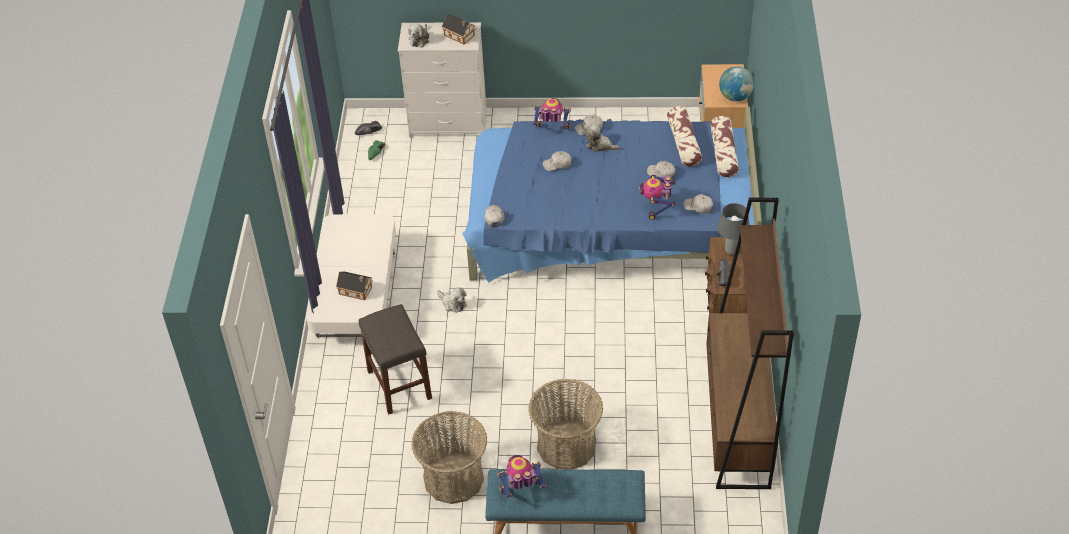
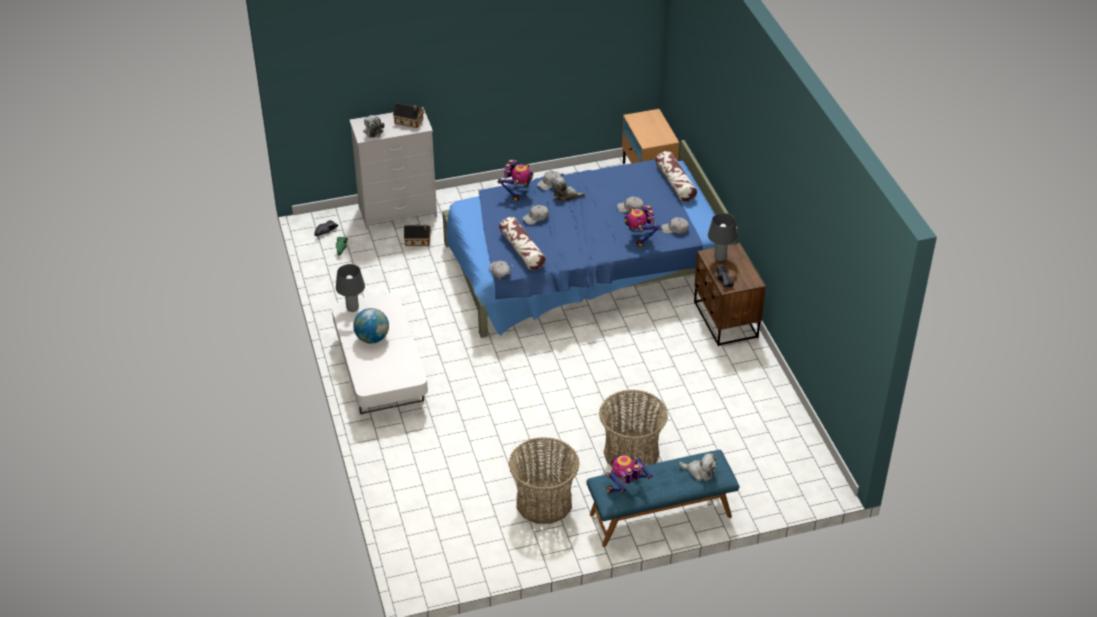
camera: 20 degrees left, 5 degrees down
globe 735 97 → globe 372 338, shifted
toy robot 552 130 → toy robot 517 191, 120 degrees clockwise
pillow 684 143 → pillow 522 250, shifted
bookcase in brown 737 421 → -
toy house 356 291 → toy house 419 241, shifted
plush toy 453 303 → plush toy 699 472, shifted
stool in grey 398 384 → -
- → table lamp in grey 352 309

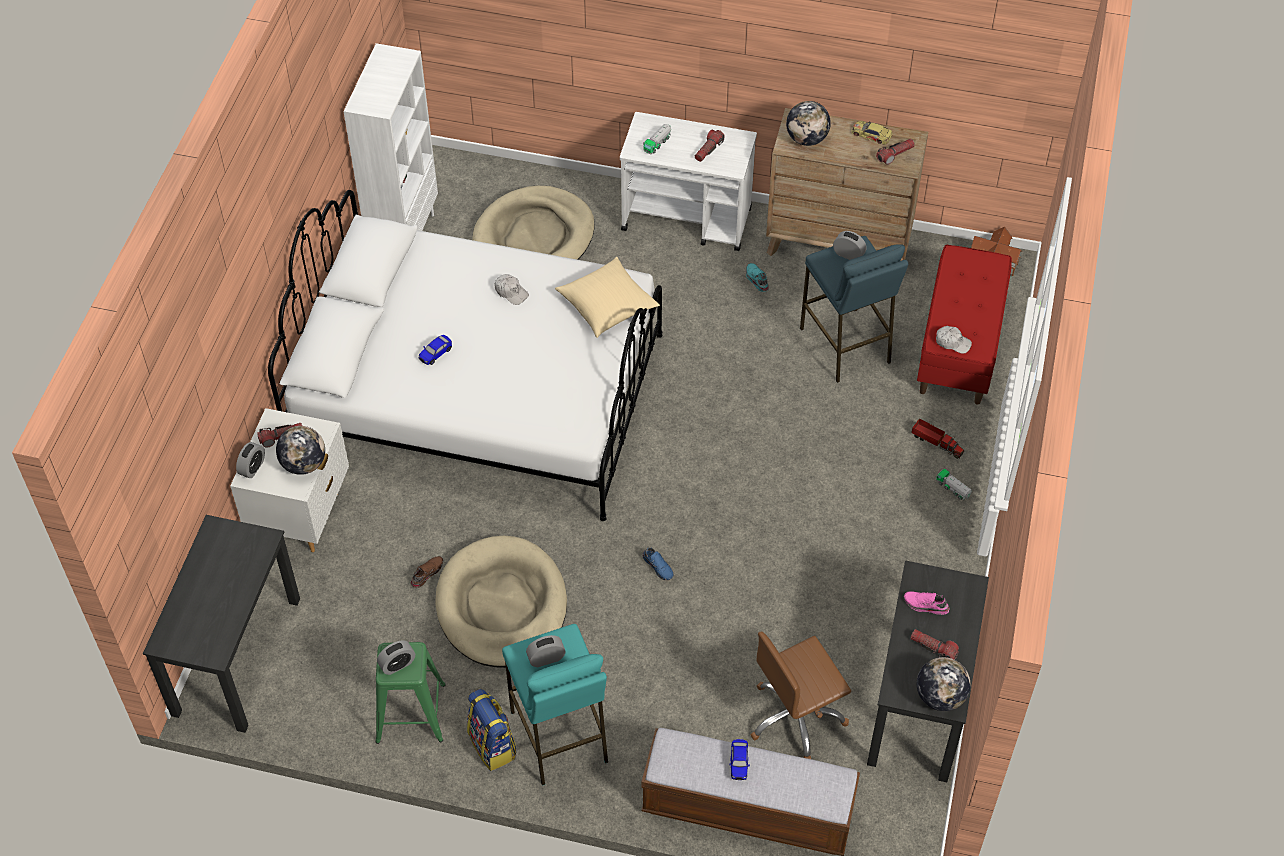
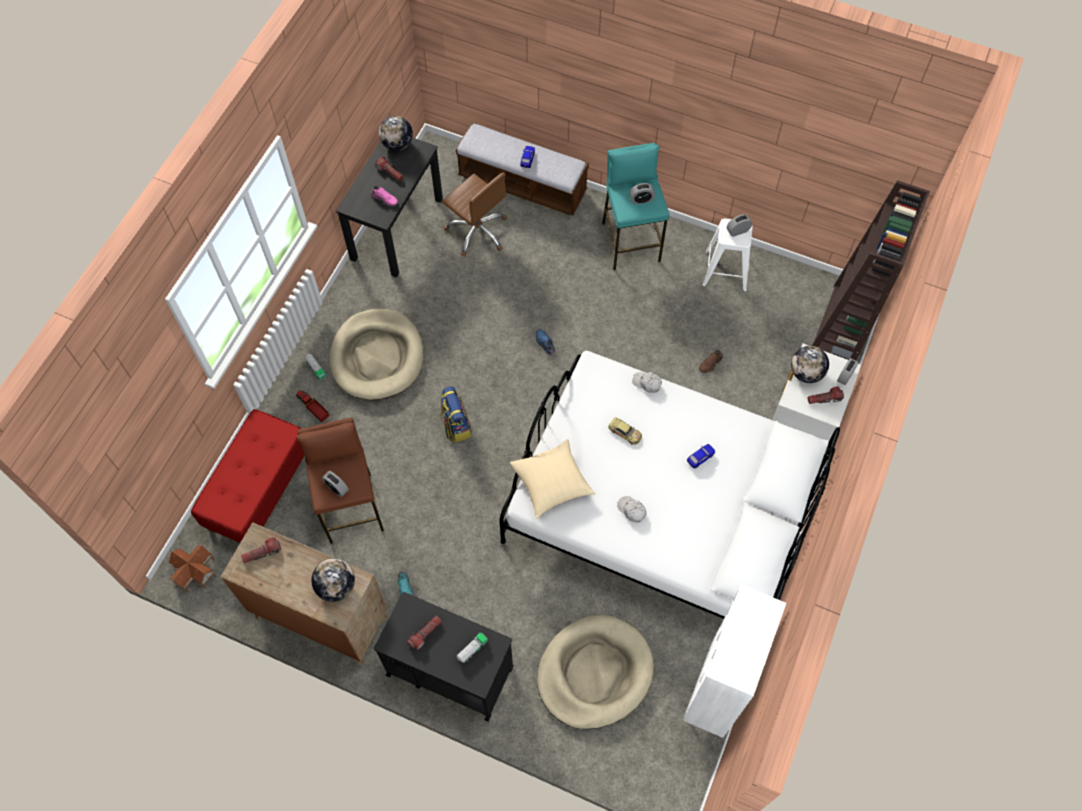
camera: 170 degrees left, 10 degrees up
cart in white 687 219 → cart in black 449 670
toy car 871 134 → toy car 625 432, shifted
stool in blue 845 346 → stool in brown 352 507
cap in white 952 342 → cap in white 647 383, shifted
desk in black 236 655 → bookcase in brown 844 325
dog bed in beige 502 606 → dog bed in beige 377 357, shifted
office chair in brown 796 718 → office chair in brown 477 231, 60 degrees clockwise
stool in green 411 712 → stool in white 725 271
backpack 493 745 → backpack 455 425, shifted

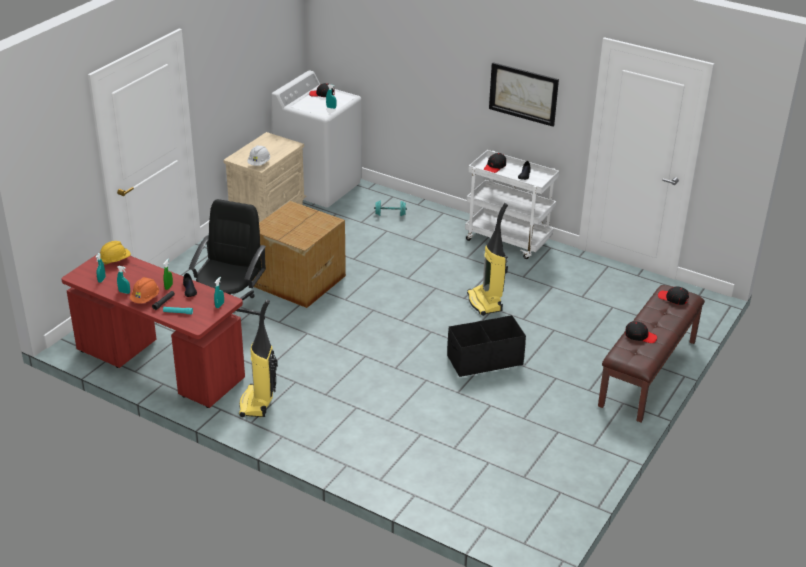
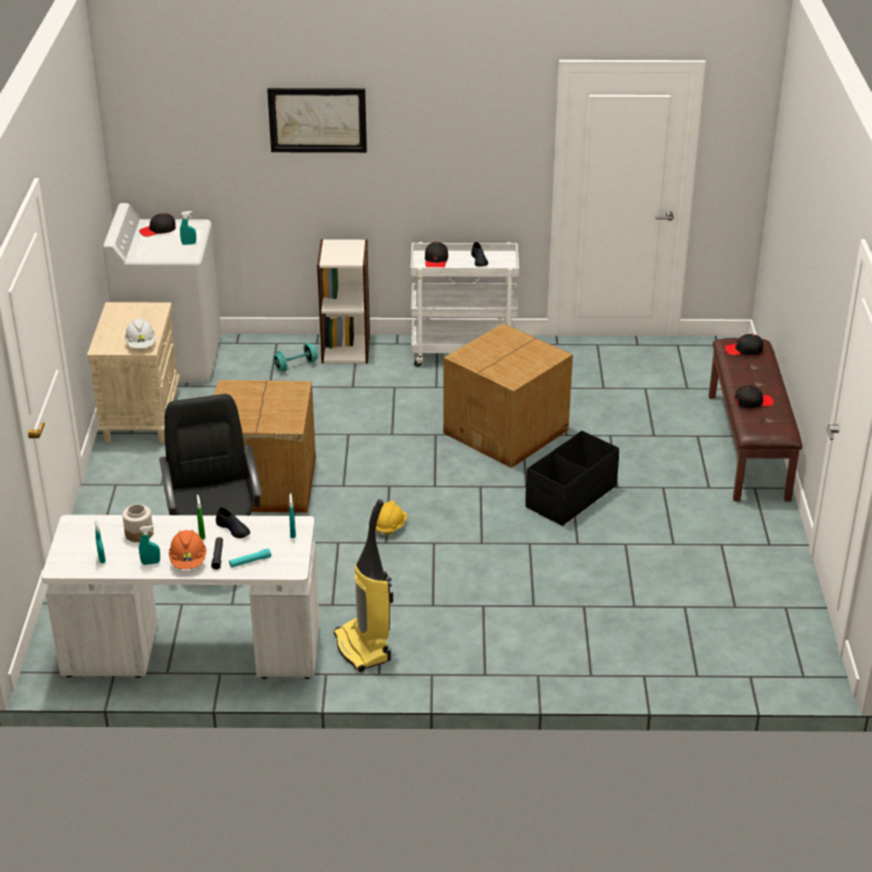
camera: 30 degrees left, 0 degrees up
picture 523 93 → picture 317 119, shifted
vacuum cleaner 485 302 → cardboard box 508 431
hard hat in yellow 115 260 → hard hat in yellow 389 527, shifted
desk in red 160 365 → desk in white 192 652
- → bookcase 346 349
- → jar 139 533

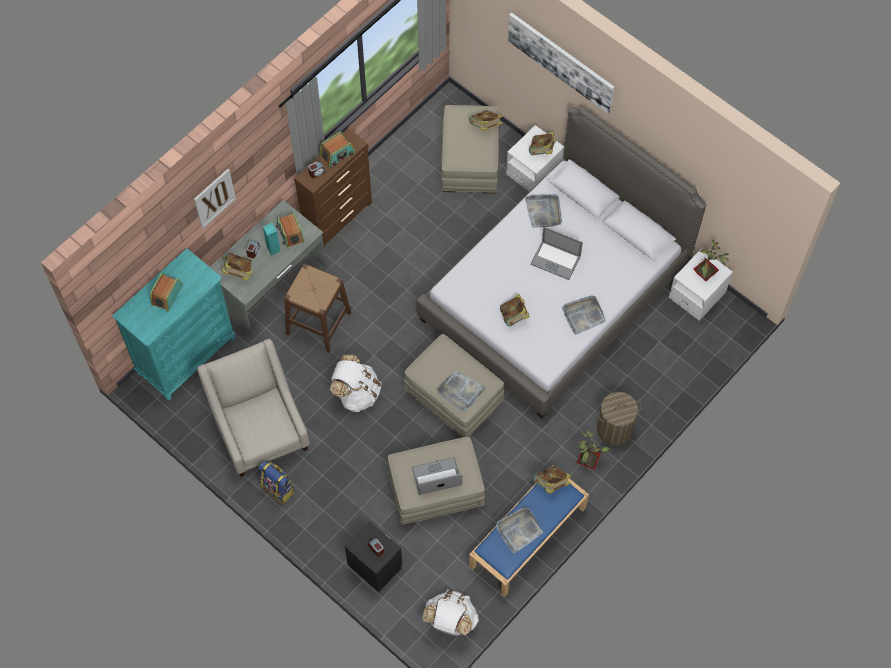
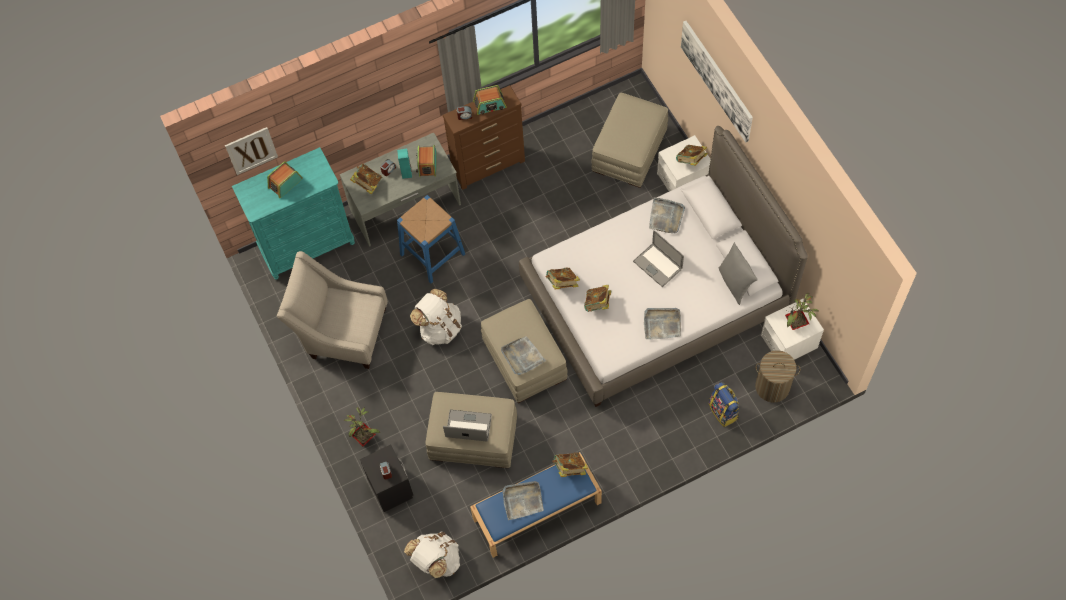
camera: 25 degrees right, 0 degrees up
book 485 126 → book 562 283, shifted
picture 214 198 → picture 251 150, shifted
stool in brown 318 323 → stool in blue 432 254
armchair in beige 260 430 → armchair in beige 342 332, 75 degrees counterclockwise
laundry basket 614 429 → laundry basket 772 386, shifted
potted plant 588 461 → potted plant 365 437, shifted
backpack 278 488 → backpack 723 411, shifted
- → pillow in grey 735 283

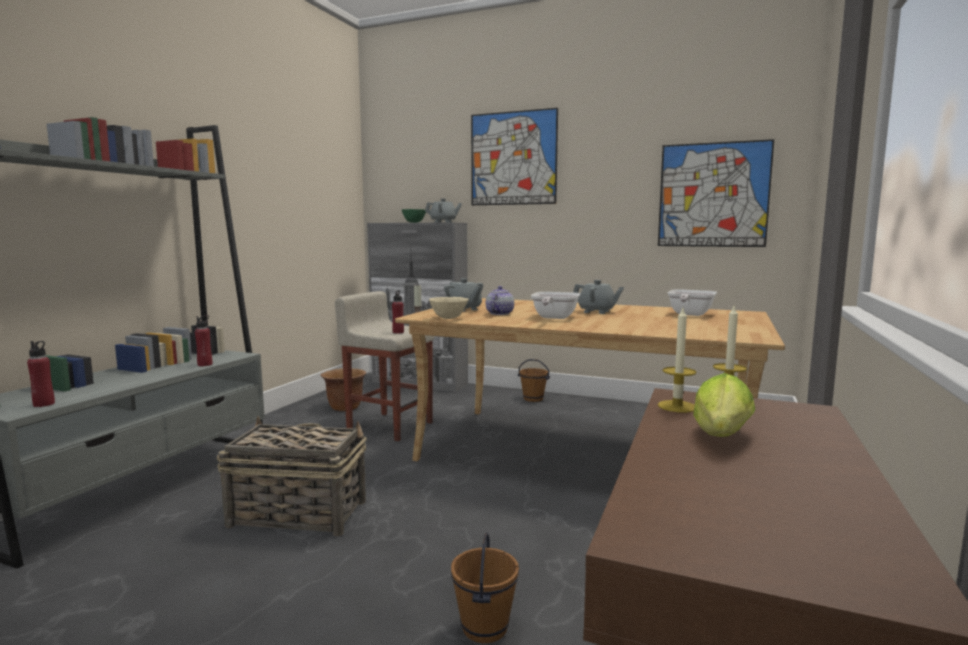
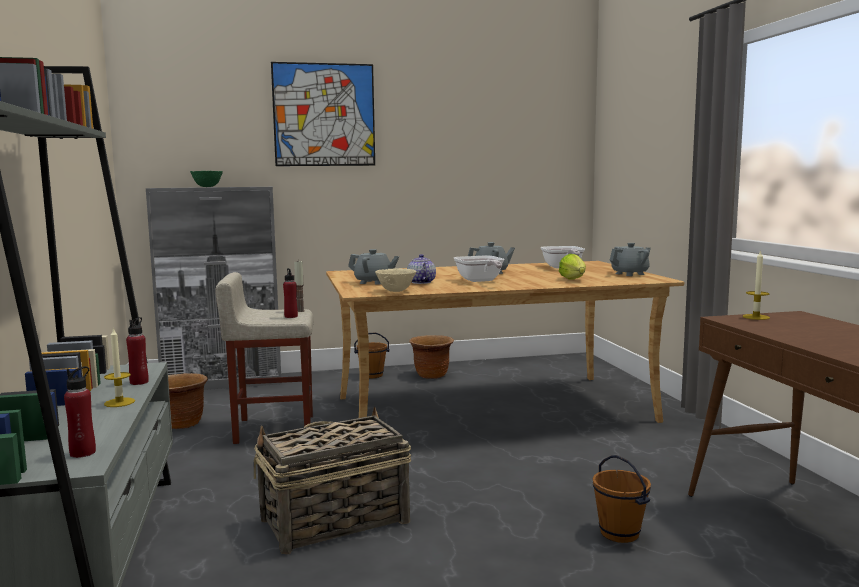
camera: 35 degrees left, 0 degrees up
picture 713 195 → -
teapot in grey 443 222 → teapot in grey 630 274, shifted
candle 677 406 → candle 119 402, shifted
lettuce 721 438 → lettuce 574 280, shifted
- → planter in brown 432 375

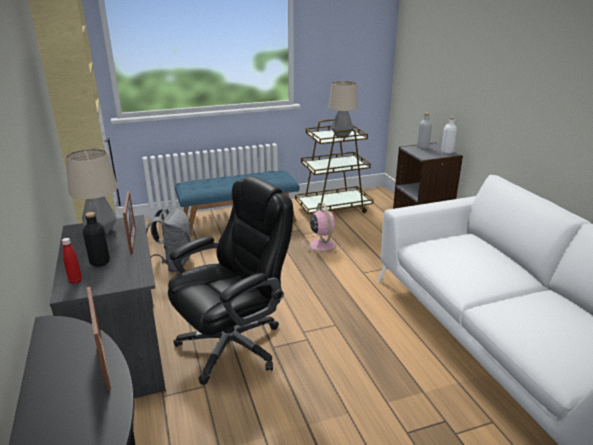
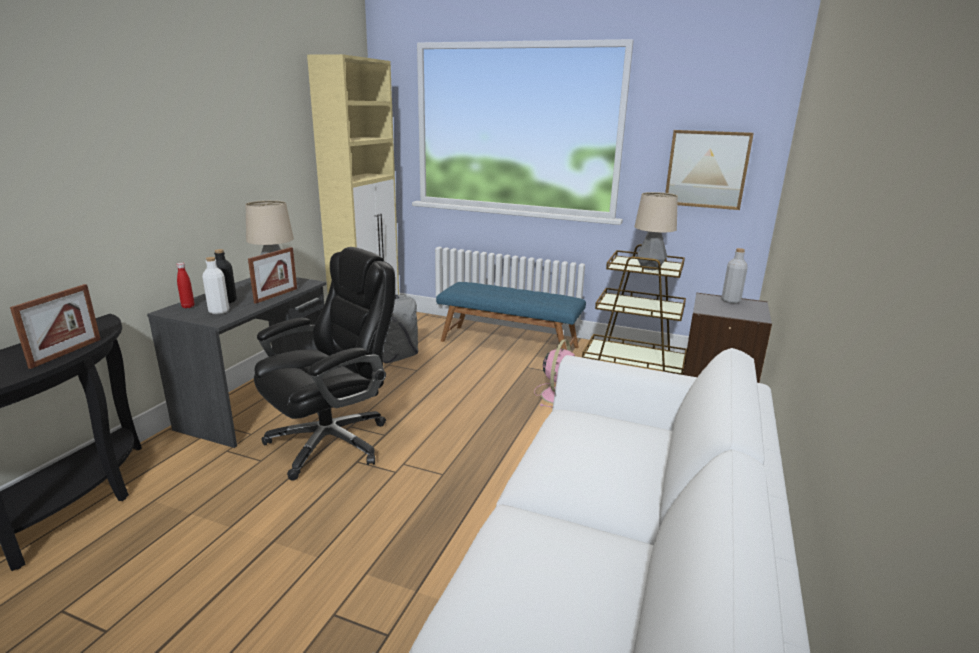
camera: 40 degrees right, 5 degrees down
bottle in white 447 152 → bottle in white 219 311, shifted
office chair in black 233 345 → office chair in black 332 442, 45 degrees counterclockwise
- → picture 706 169

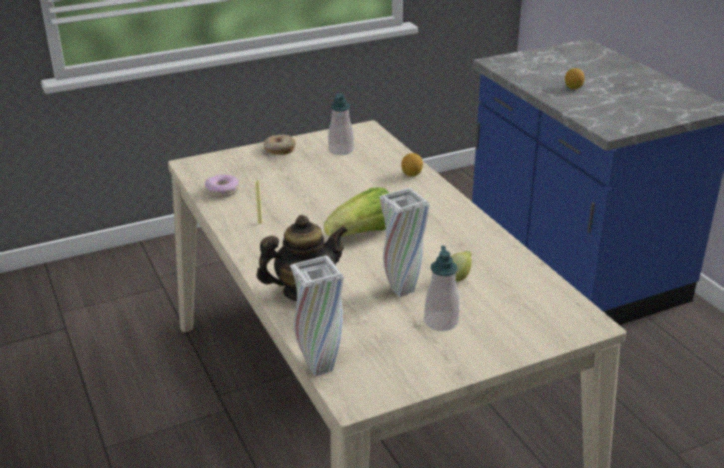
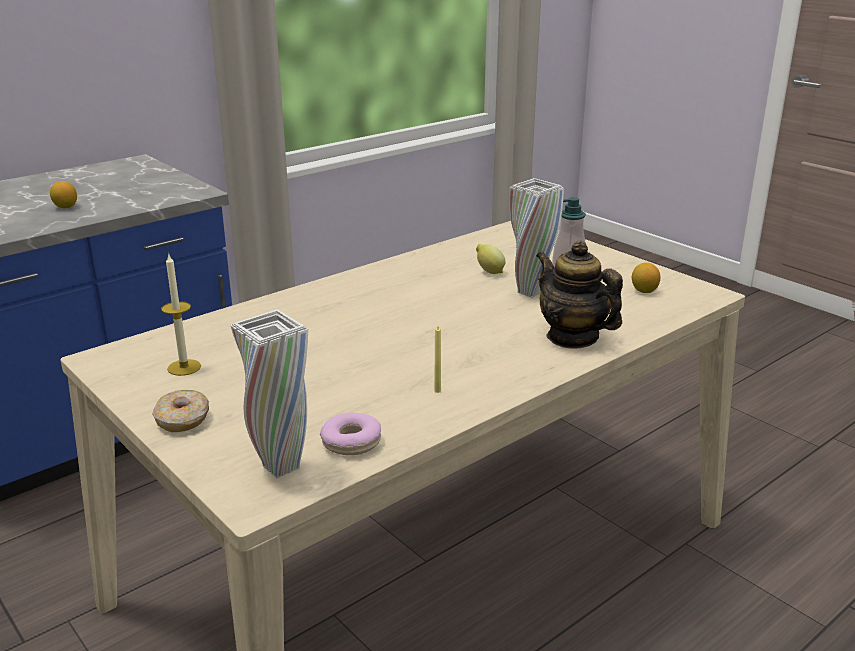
camera: 105 degrees left, 5 degrees down
soap dispenser 341 150 → candle 184 367
lemon 411 174 → lemon 644 291, shifted
lettuce 363 234 → -
vase in white 320 368 → vase in white 281 467, shifted

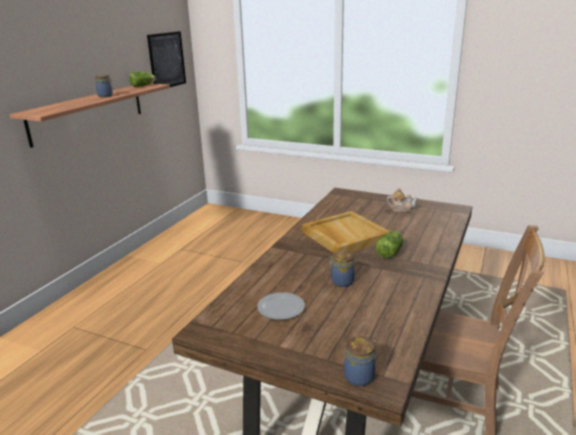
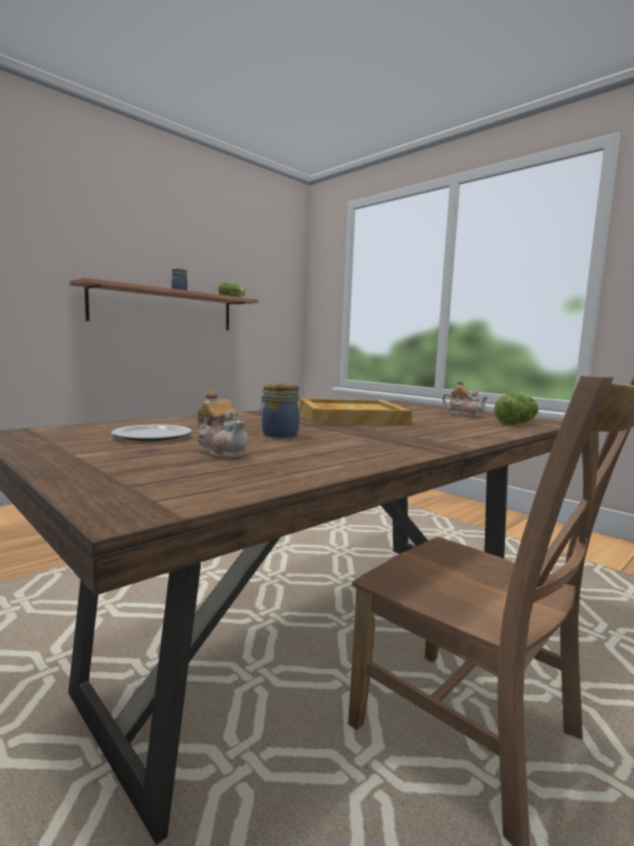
camera: 20 degrees right, 15 degrees down
picture 167 60 → -
lettuce 390 252 → lettuce 517 423, shifted
jar 360 376 → -
- → teapot 222 452

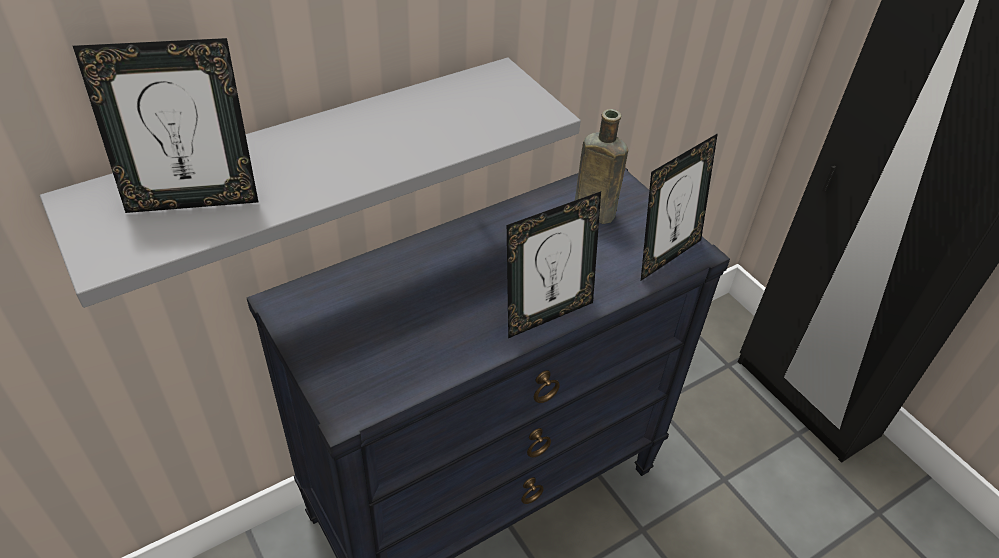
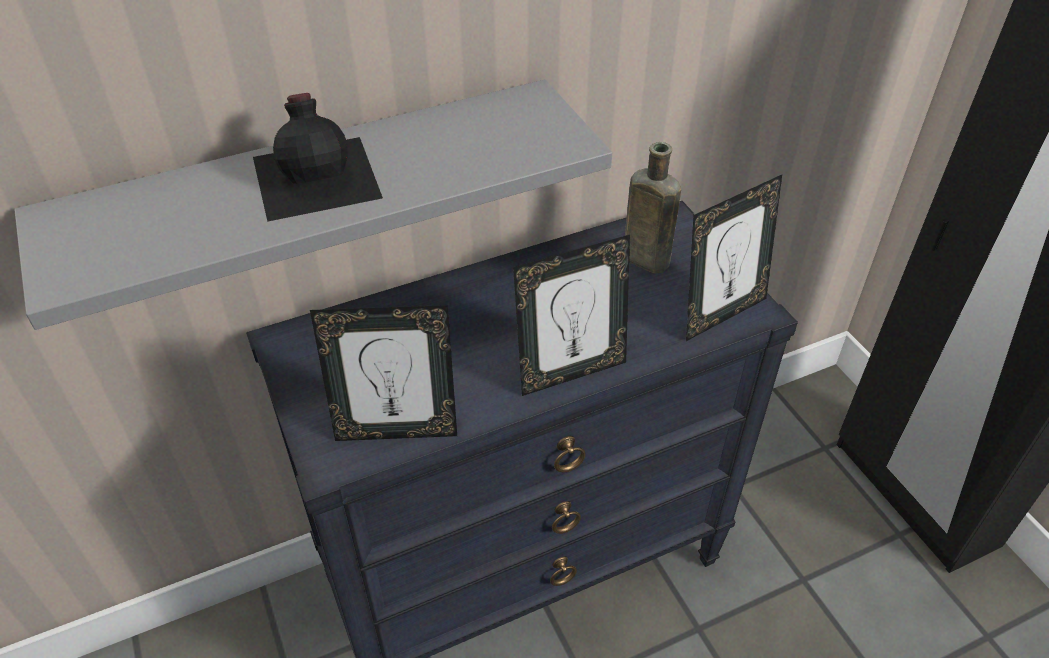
camera: 10 degrees right, 0 degrees up
picture frame 193 200 → picture frame 396 430, shifted
- → bottle in black 317 175

